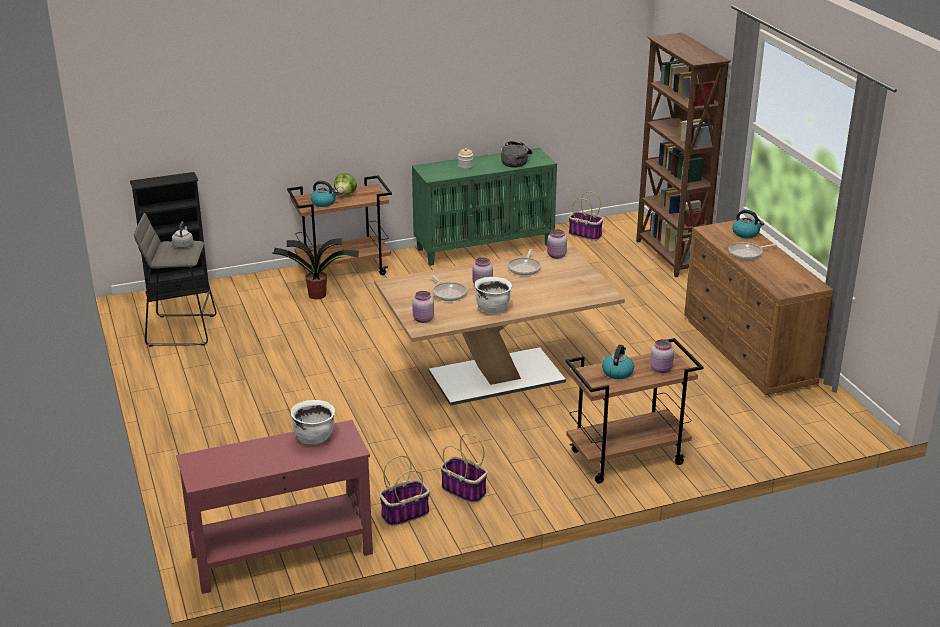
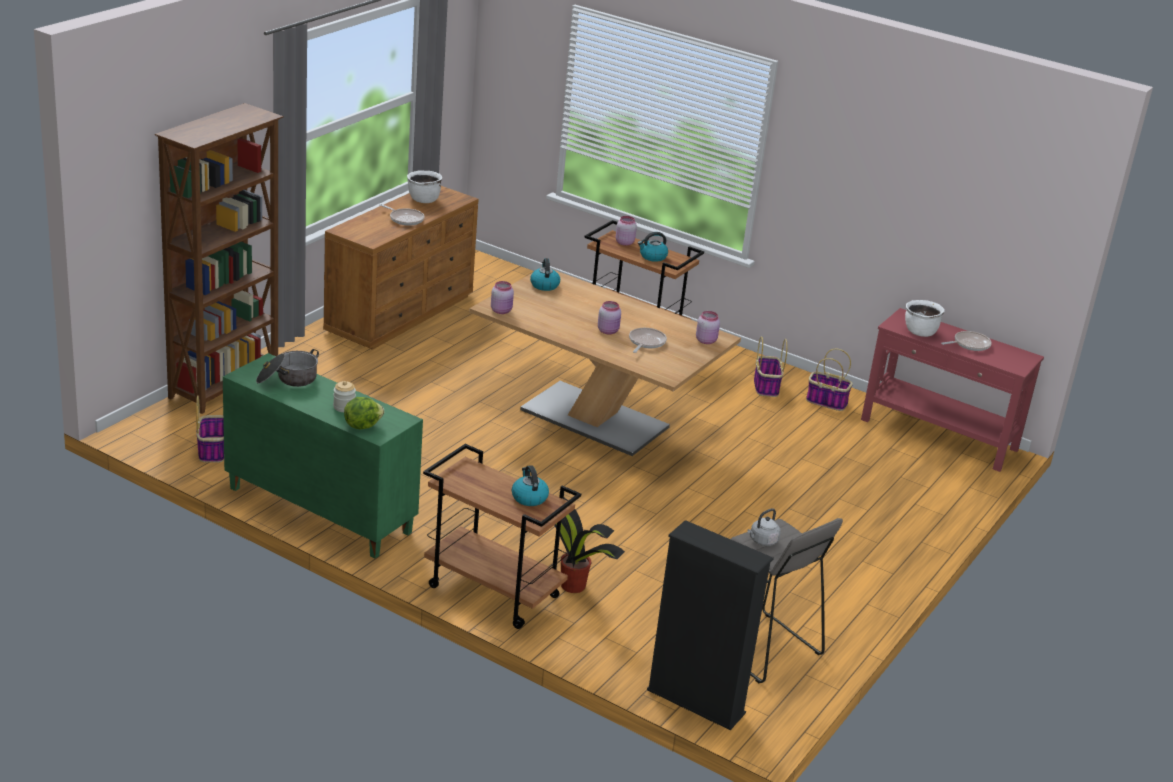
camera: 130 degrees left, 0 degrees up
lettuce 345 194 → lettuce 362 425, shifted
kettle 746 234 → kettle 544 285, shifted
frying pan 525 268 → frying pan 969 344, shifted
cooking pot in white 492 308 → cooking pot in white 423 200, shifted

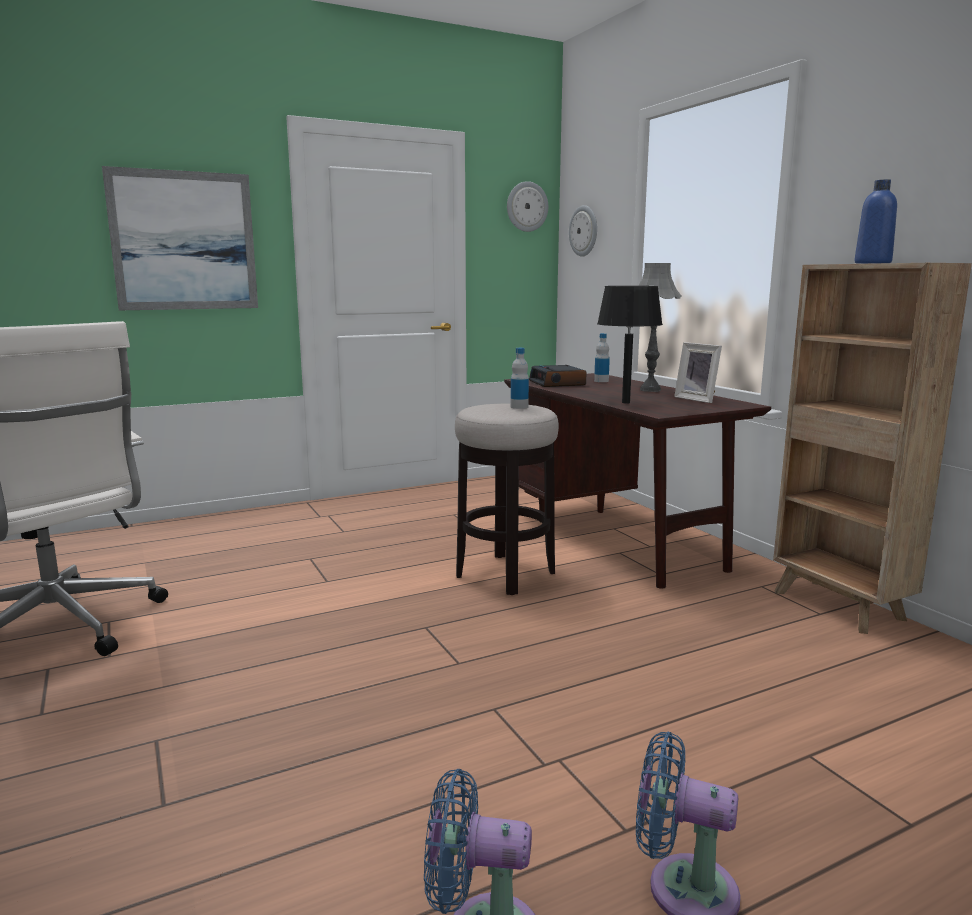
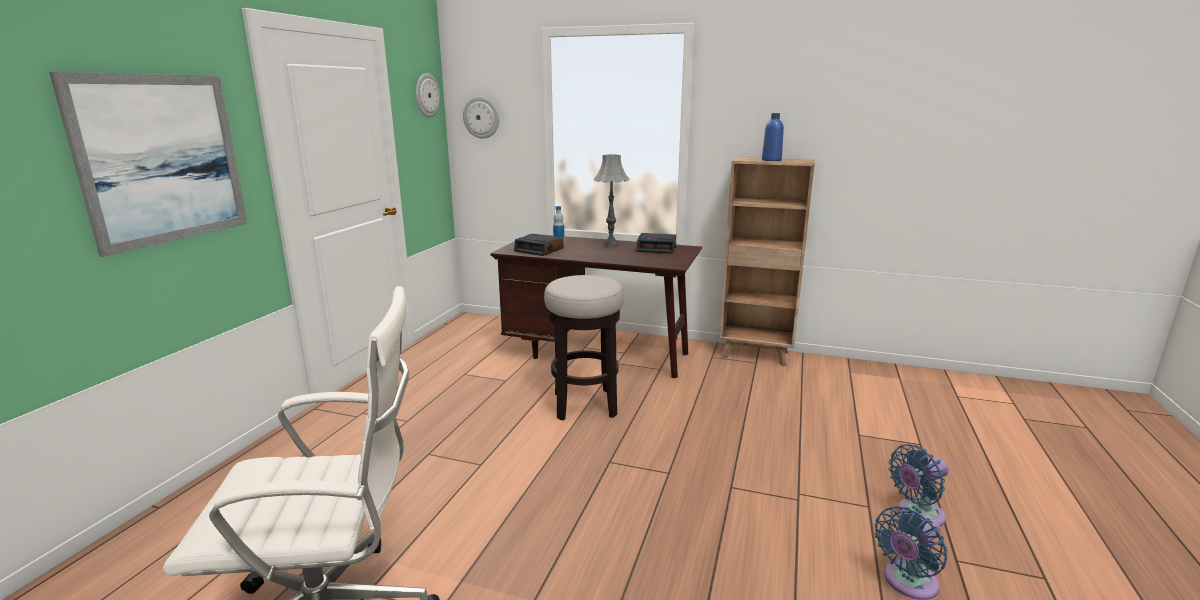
camera: 45 degrees left, 5 degrees up
table lamp in black 626 402 → -
picture frame 698 399 → alarm clock 657 248
bottle 519 407 → -

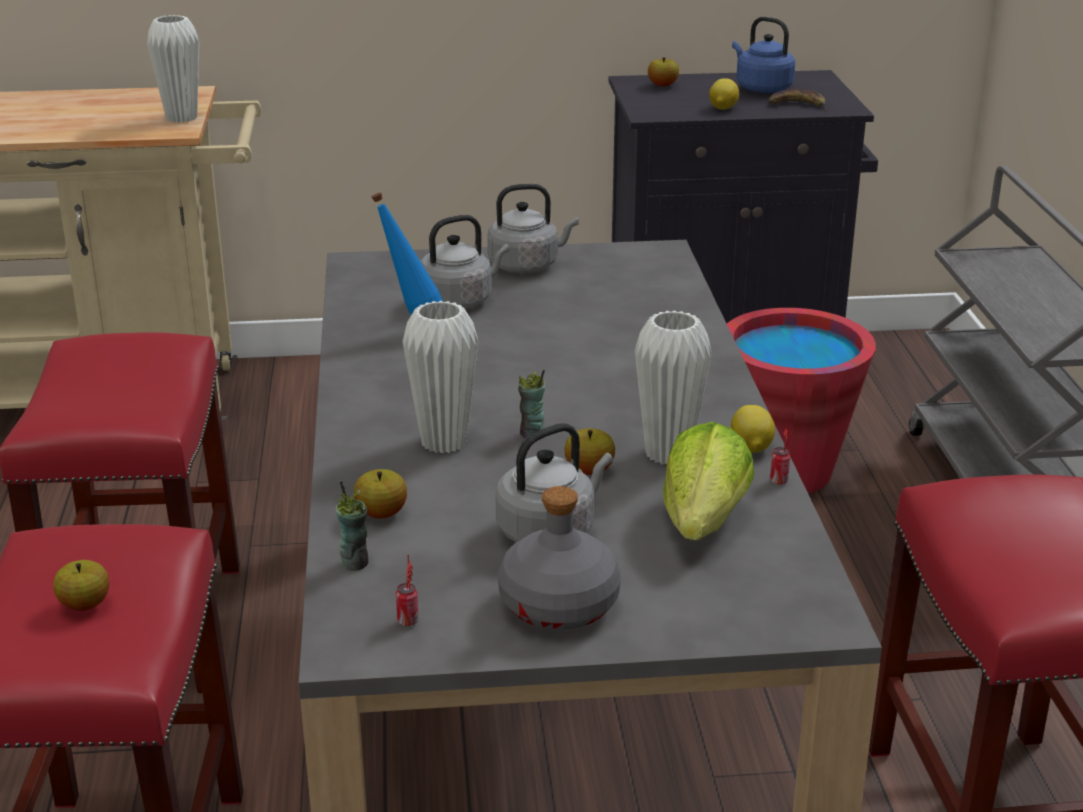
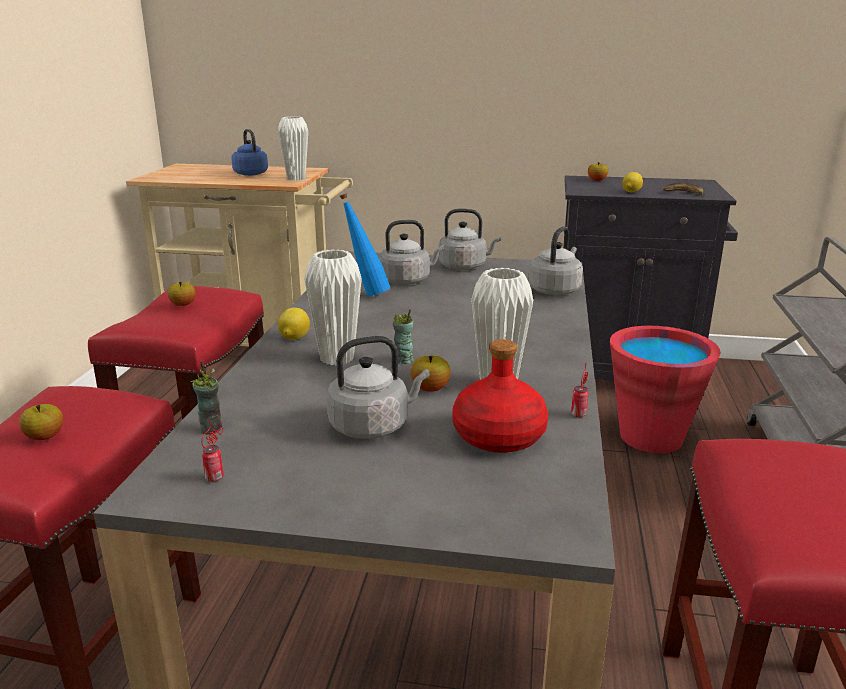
camera: 15 degrees right, 5 degrees down
kettle in blue 761 88 → kettle in blue 250 173, shifted
lemon 750 448 → lemon 294 338, shifted
lettuce 703 522 → bottle in red 500 436
apple 381 513 → apple 183 305, shifted
bottle in grey 558 606 → -
- → kettle in grey 555 290

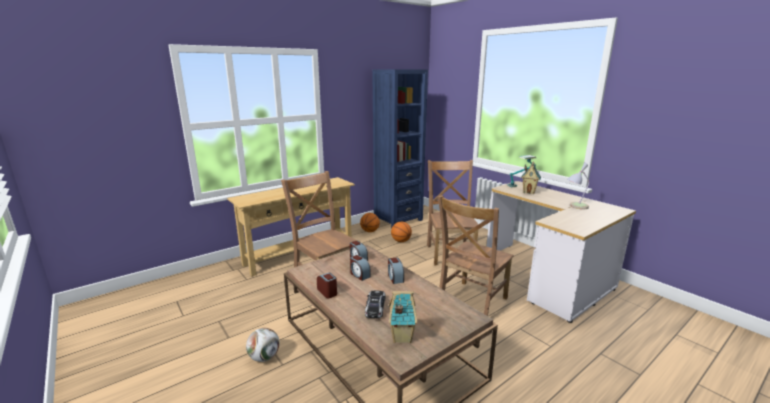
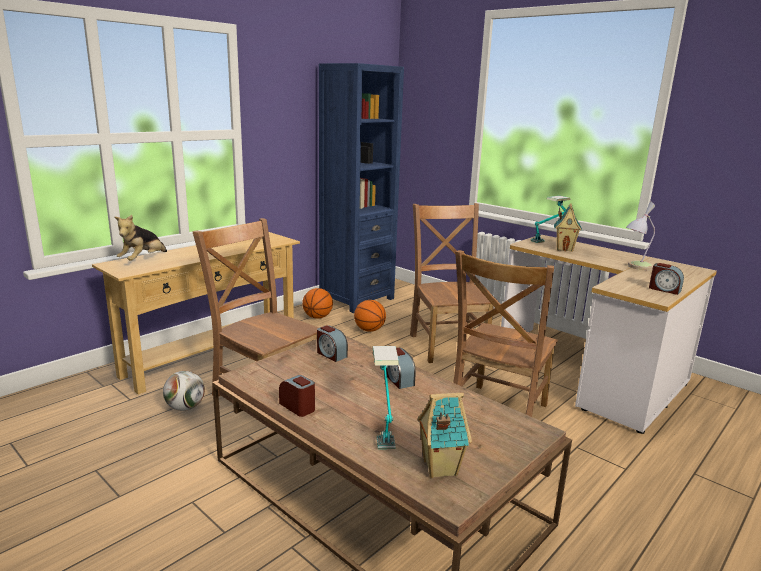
camera: 10 degrees left, 0 degrees up
alarm clock 359 275 → alarm clock 664 289, shifted
toy car 375 308 → table lamp 383 427
football 264 357 → football 185 407, shifted
- → plush toy 143 260

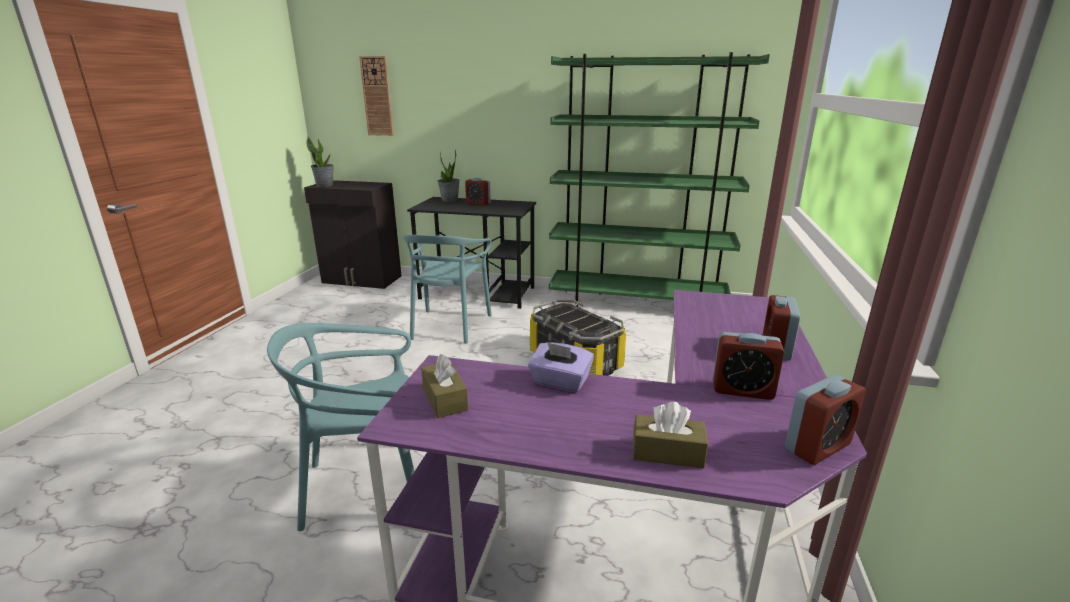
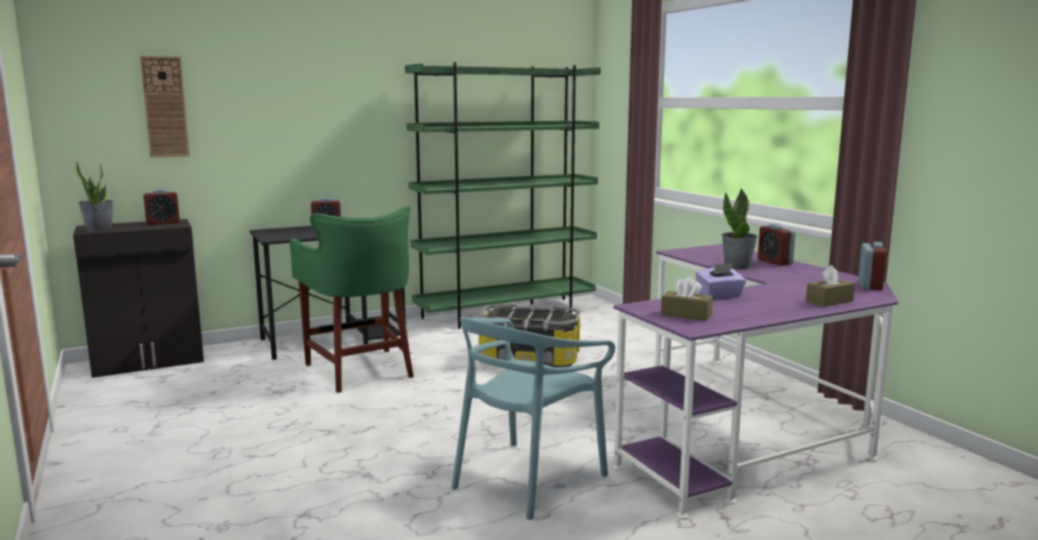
camera: 40 degrees left, 10 degrees down
potted plant 450 200 → potted plant 737 266, shifted
chair in turquoise 449 326 → stool in green 361 370
alarm clock 742 390 → alarm clock 163 223, shifted

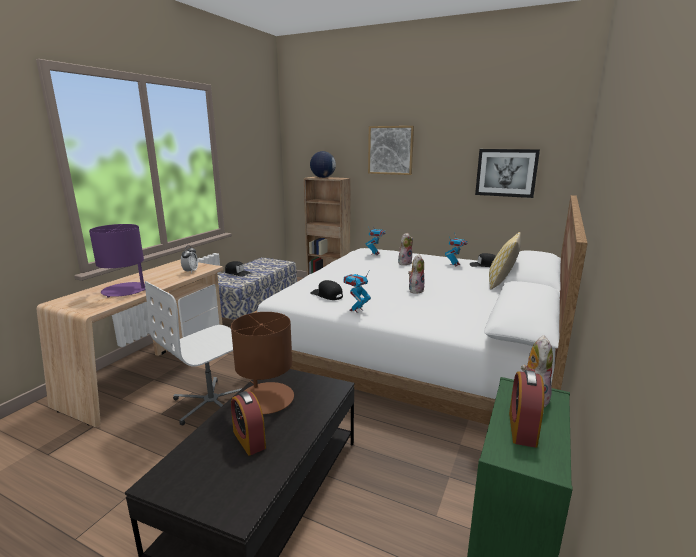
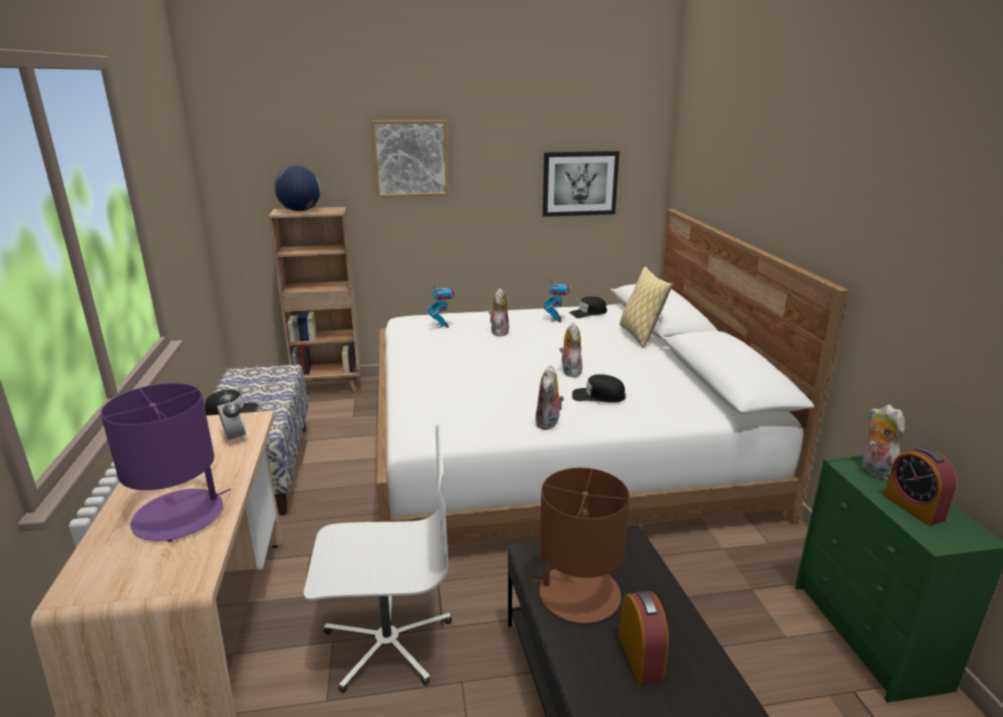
camera: 35 degrees left, 5 degrees up
toy robot 356 310 → plush toy 549 423
cap in black 327 295 → cap in black 598 396, shifted
office chair in white 212 403 → office chair in white 387 642, 105 degrees counterclockwise
alarm clock 249 440 → alarm clock 640 657, 120 degrees counterclockwise

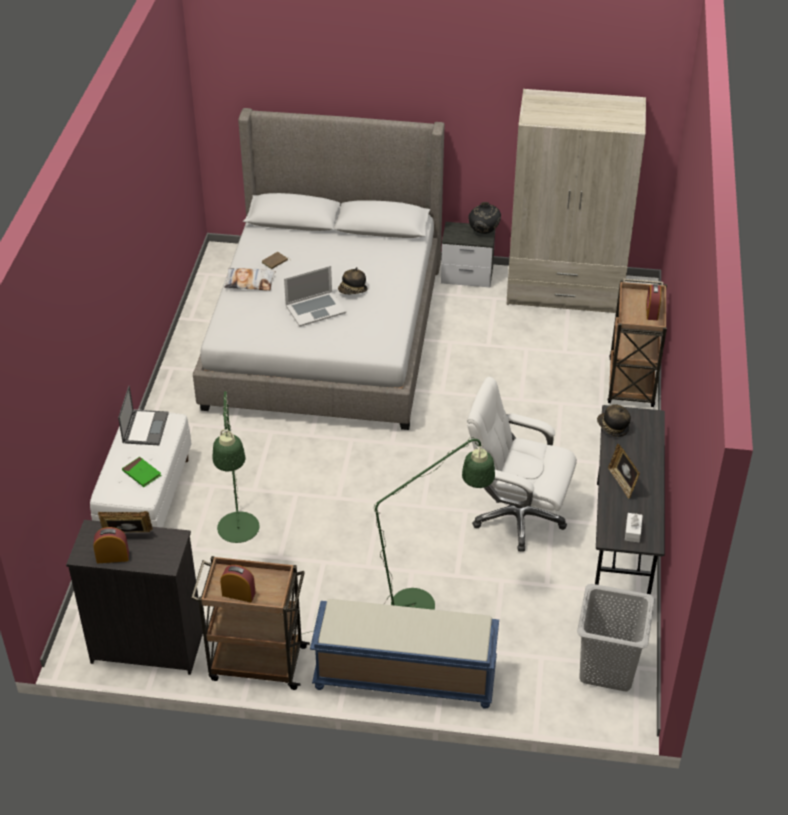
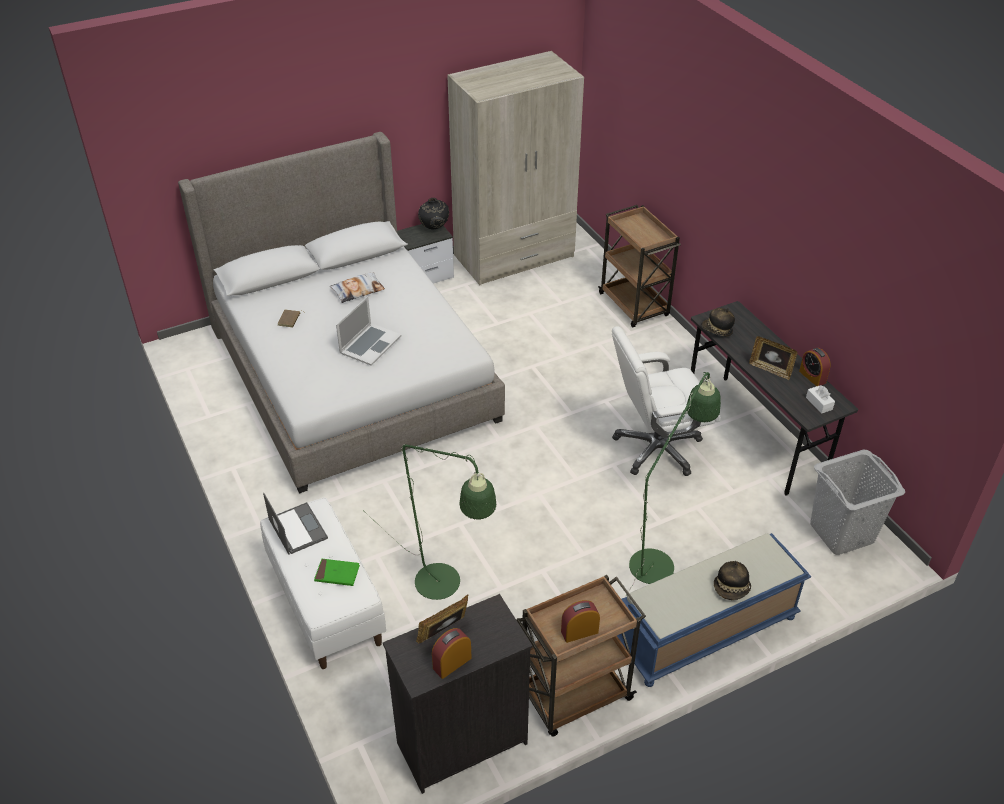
camera: 35 degrees left, 0 degrees up
hat 352 291 → hat 731 589, shifted
pillow 250 282 → pillow 358 290, shifted
alarm clock 652 312 → alarm clock 812 377, shifted

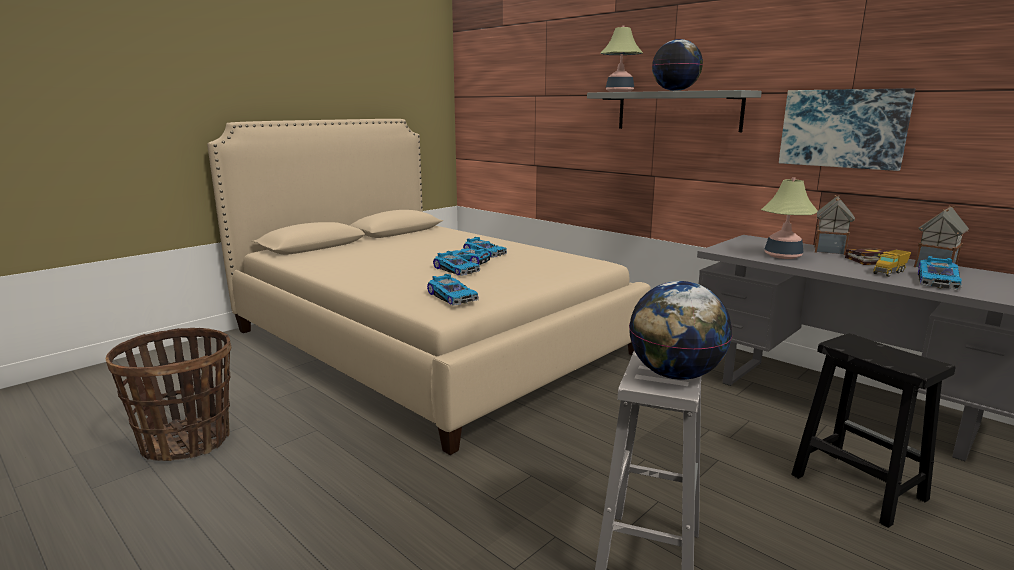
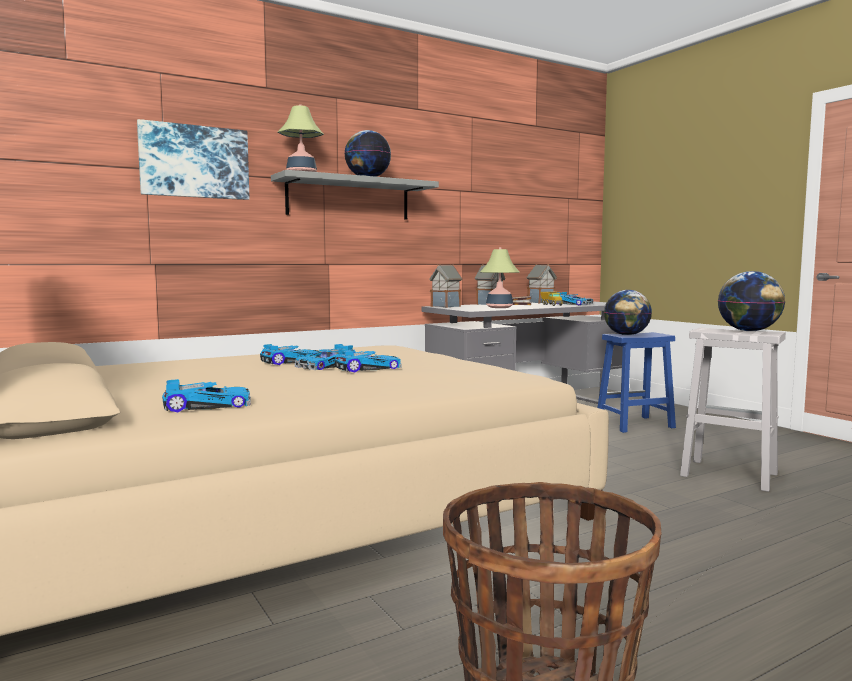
camera: 75 degrees left, 10 degrees down
picture 843 128 → picture 194 162, shifted
toy car 453 296 → toy car 207 405, shifted
stool in black 855 486 → stool in blue 634 424
- → toy house 445 306
- → globe 626 335

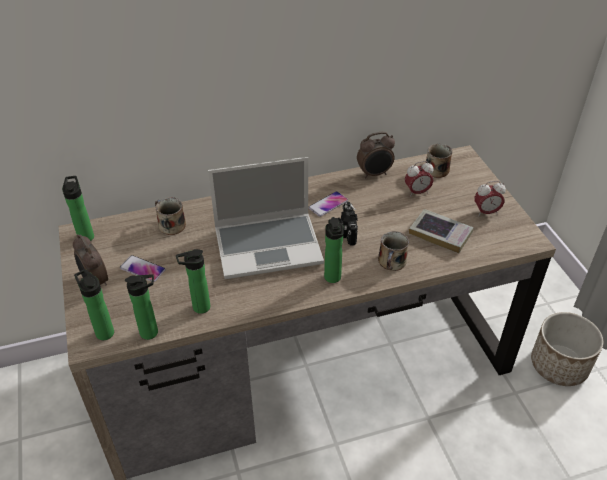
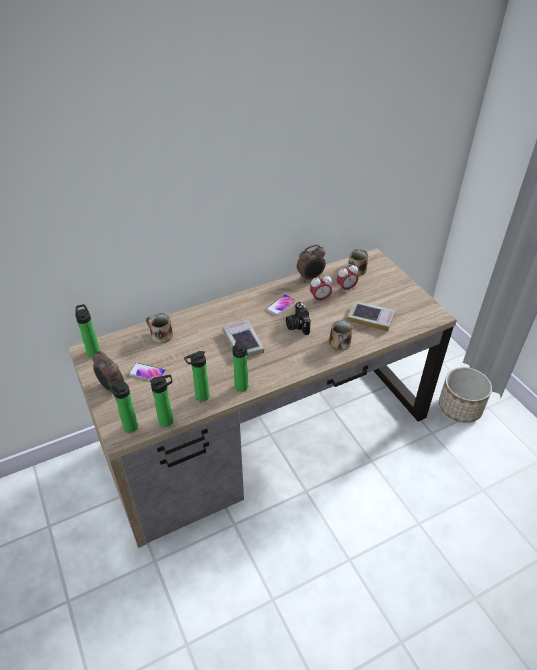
camera: 10 degrees left, 0 degrees up
laptop 269 245 → book 243 342
alarm clock 486 212 → alarm clock 320 299, shifted
bottle 333 279 → bottle 242 388, shifted

